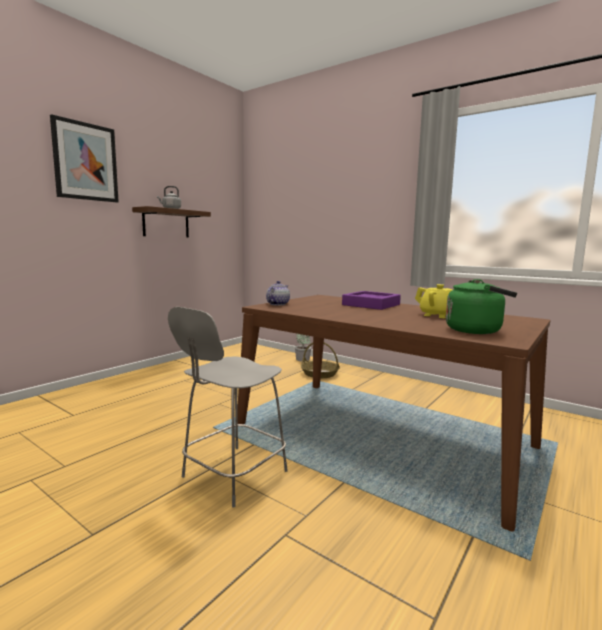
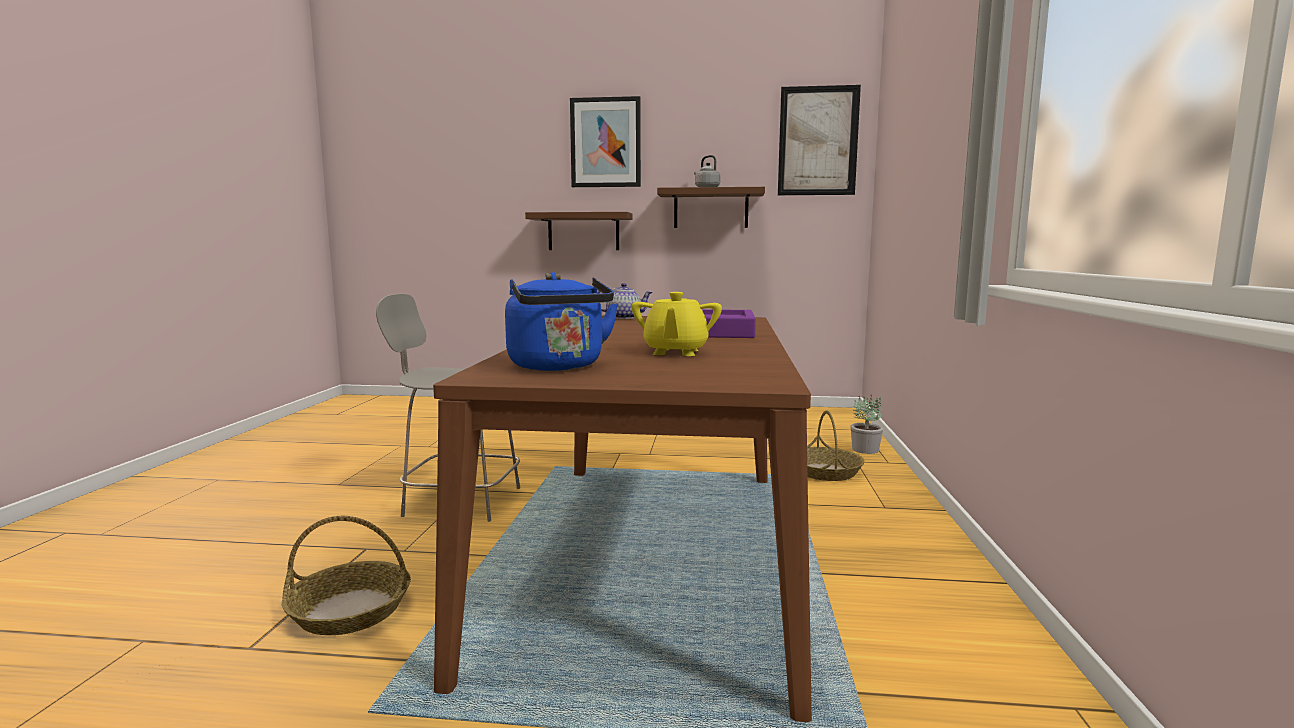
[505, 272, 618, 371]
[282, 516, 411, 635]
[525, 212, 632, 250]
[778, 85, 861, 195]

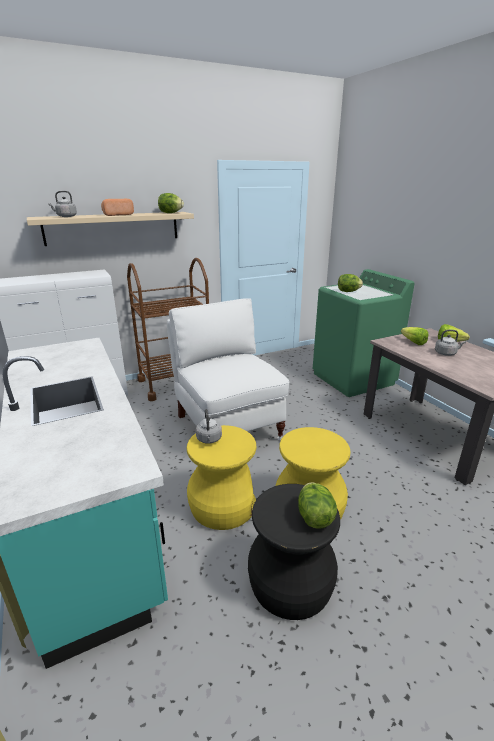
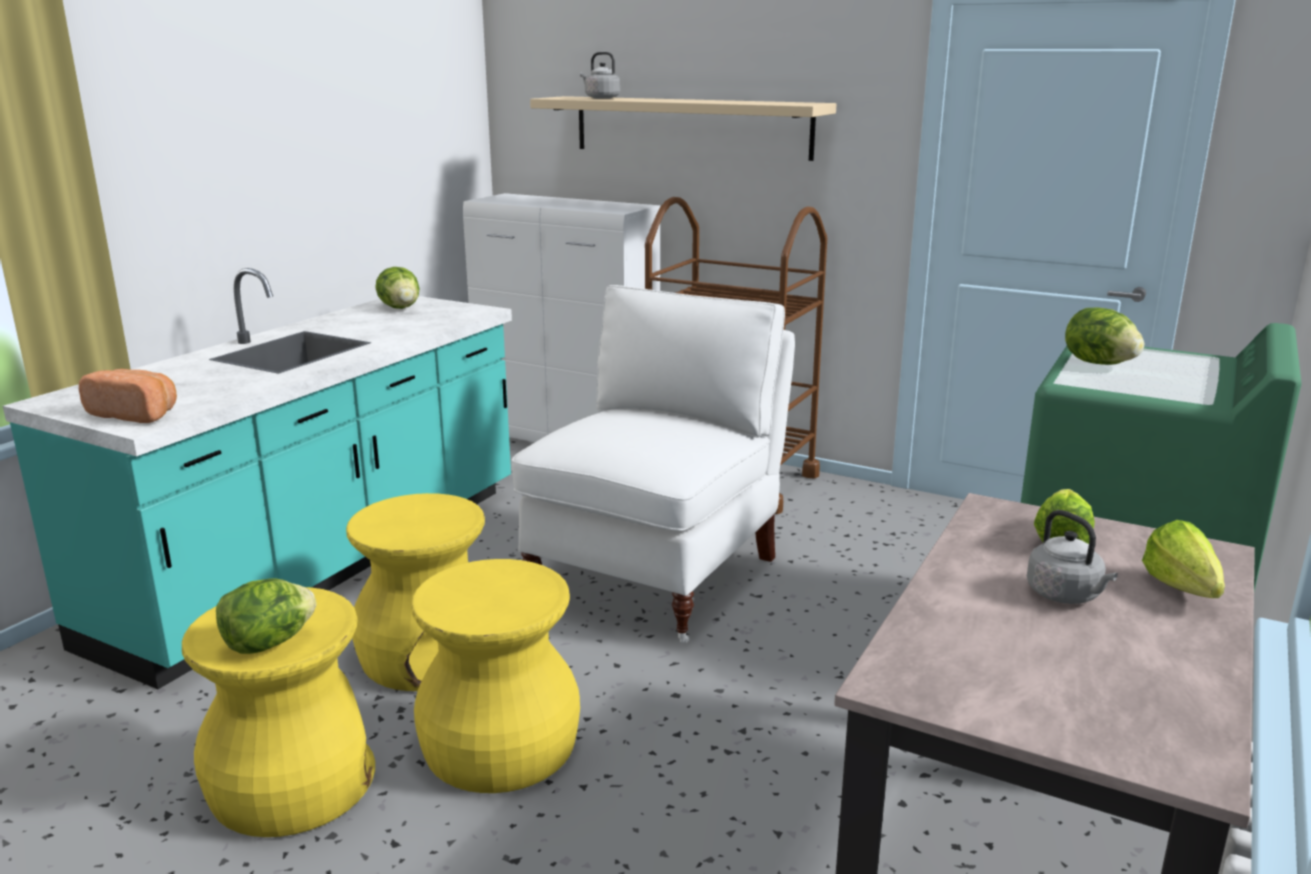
[79, 369, 177, 423]
[375, 267, 419, 309]
[196, 409, 222, 444] (first image)
[182, 587, 375, 837]

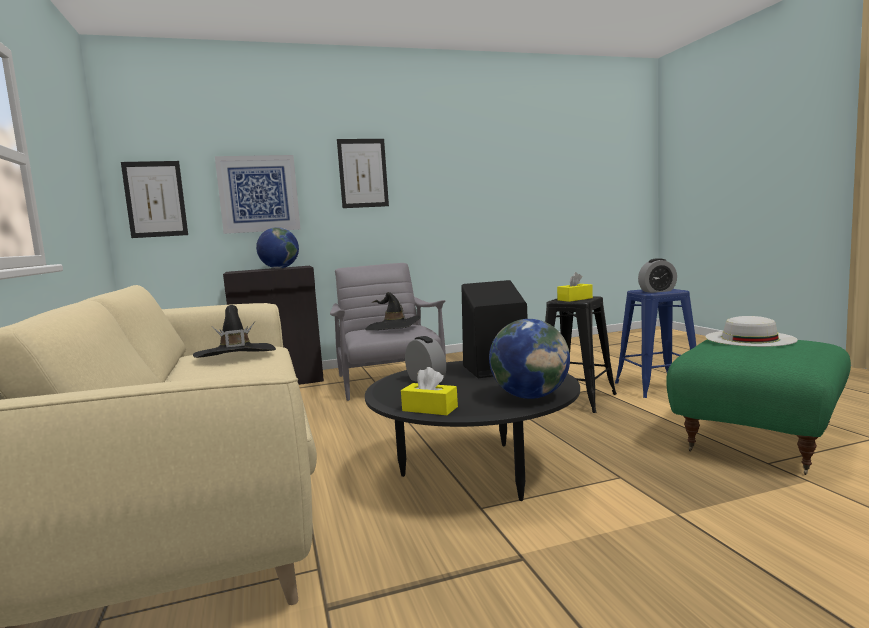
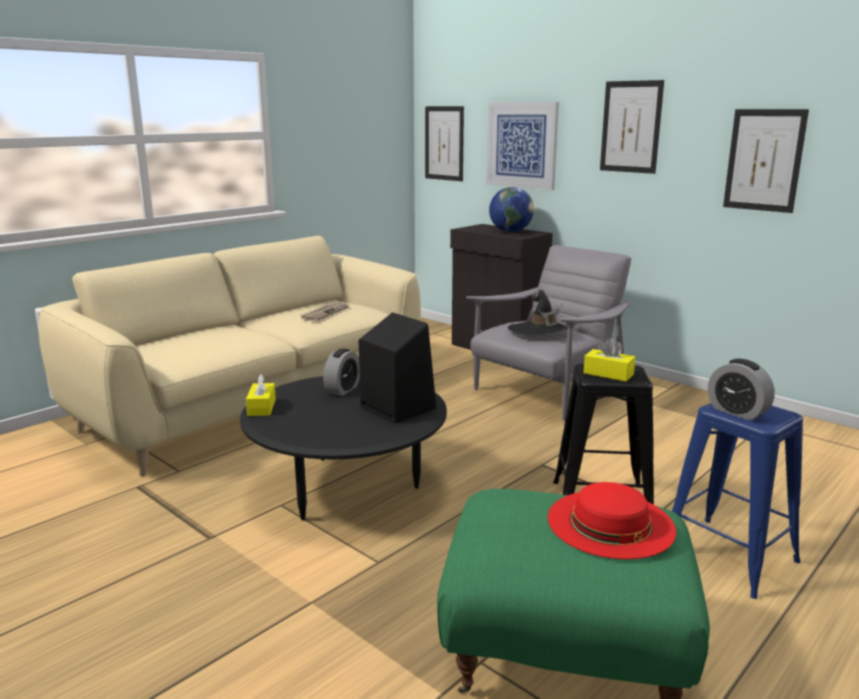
[300, 300, 349, 322]
[489, 319, 570, 399] (first image)
[548, 482, 676, 559]
[723, 109, 809, 213]

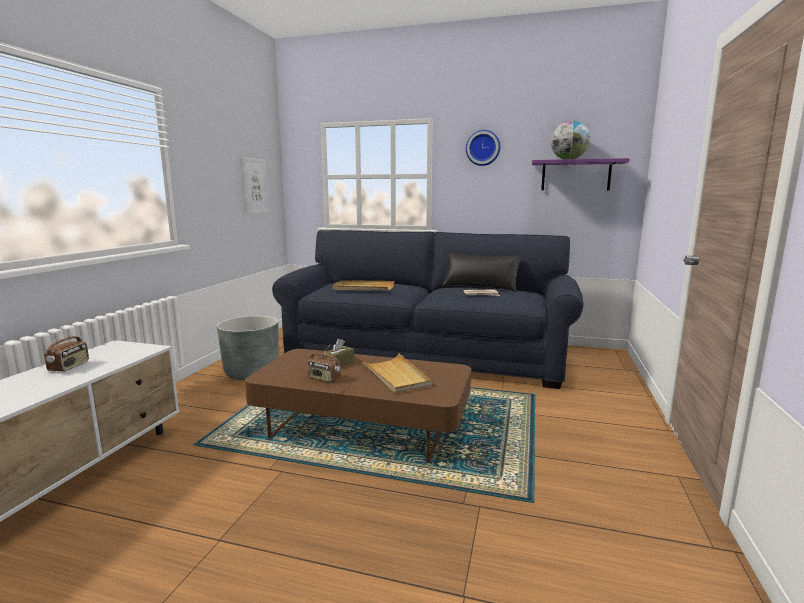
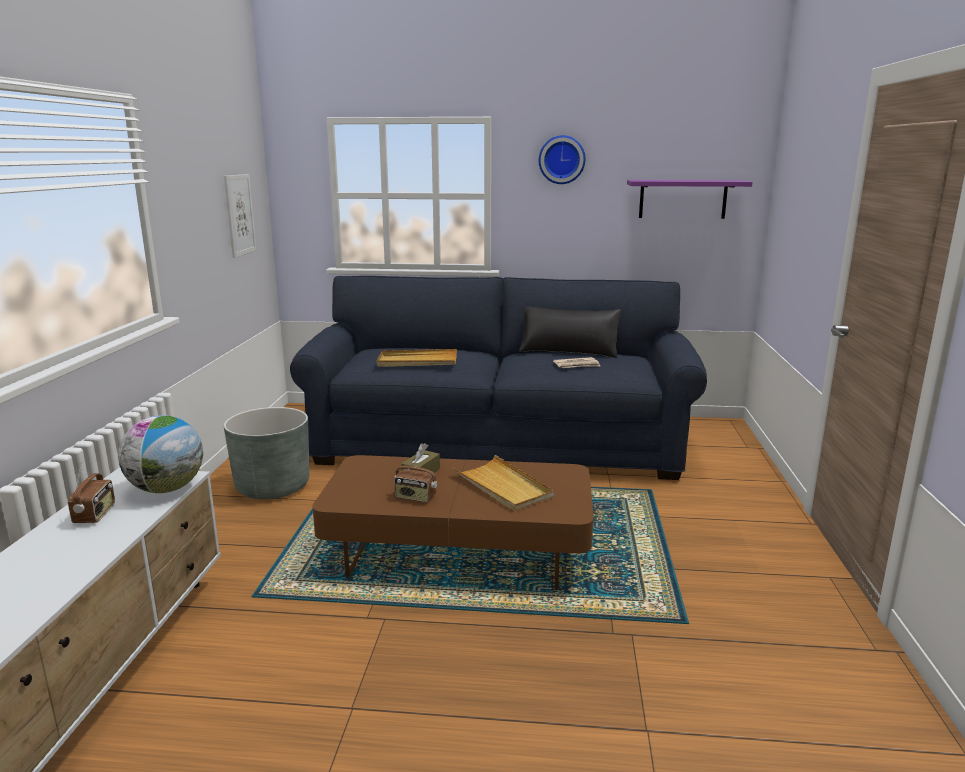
[118, 415, 203, 493]

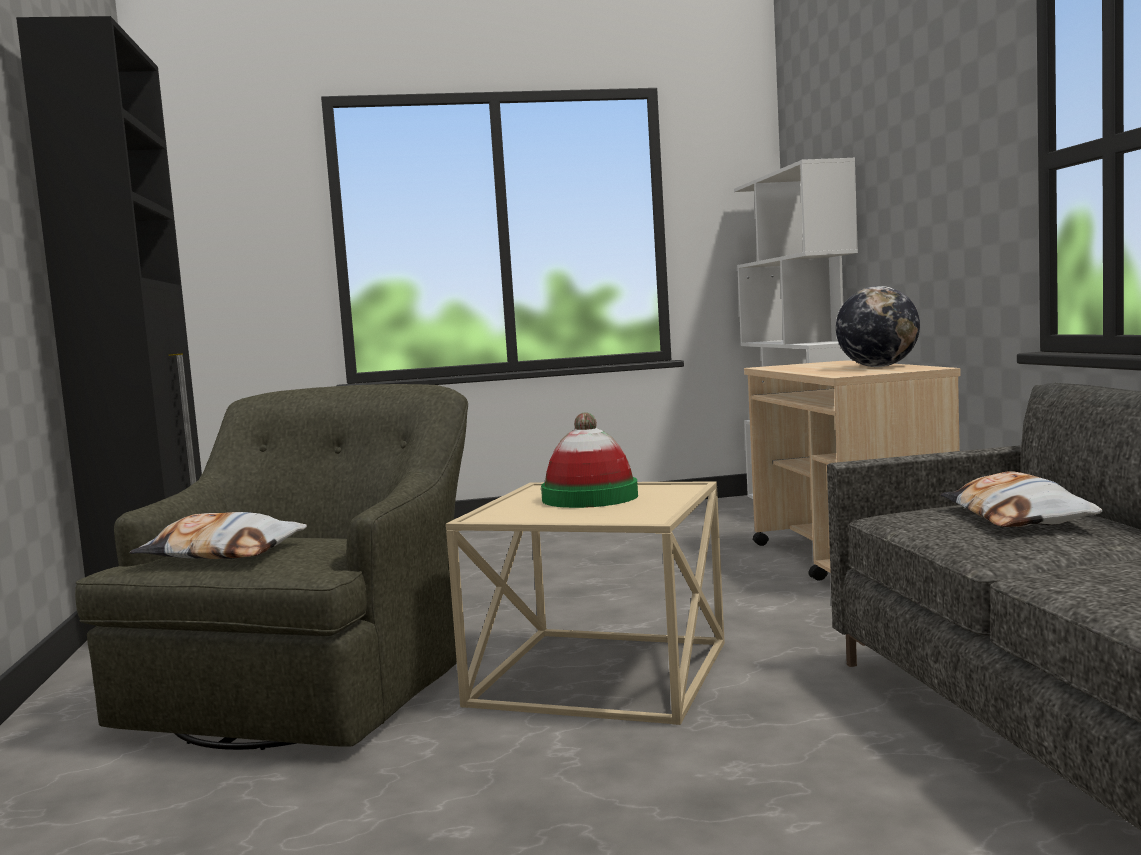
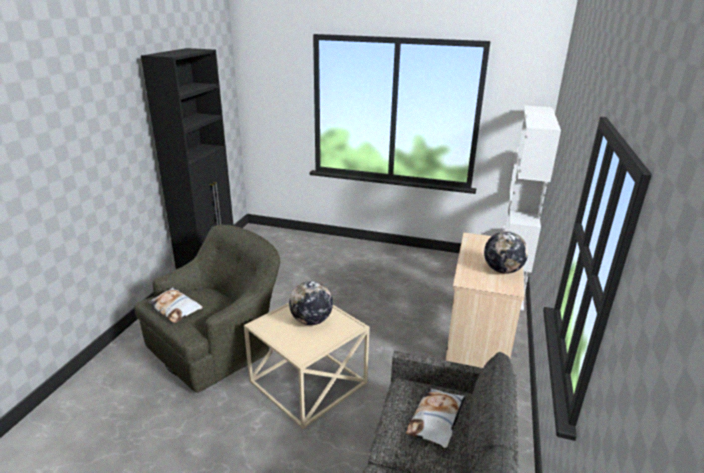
[289, 281, 333, 325]

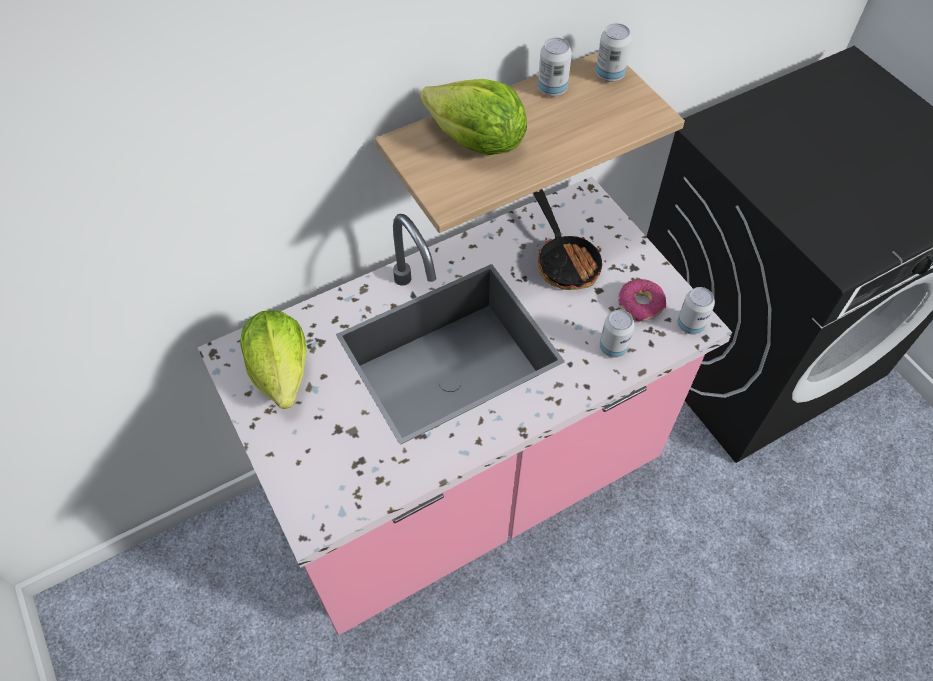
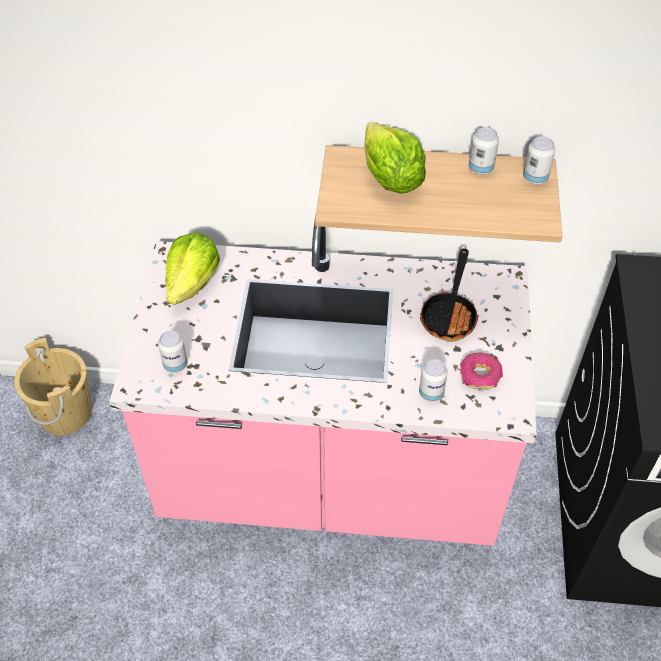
[158, 331, 188, 373]
[14, 338, 92, 435]

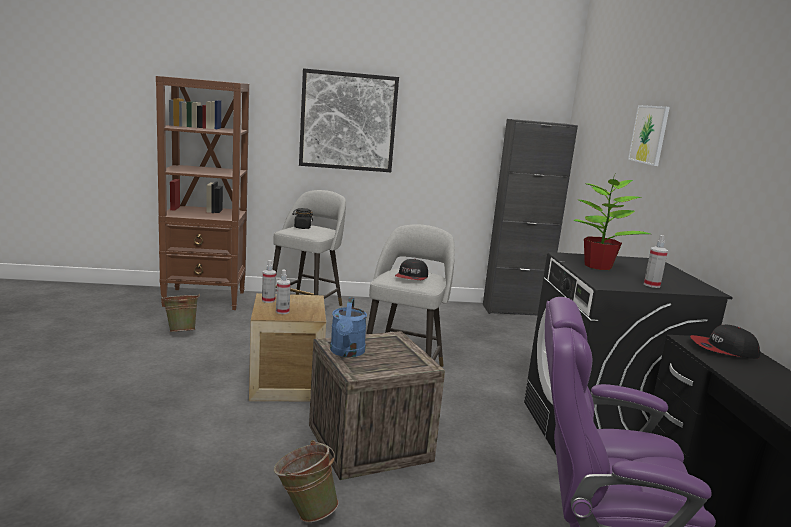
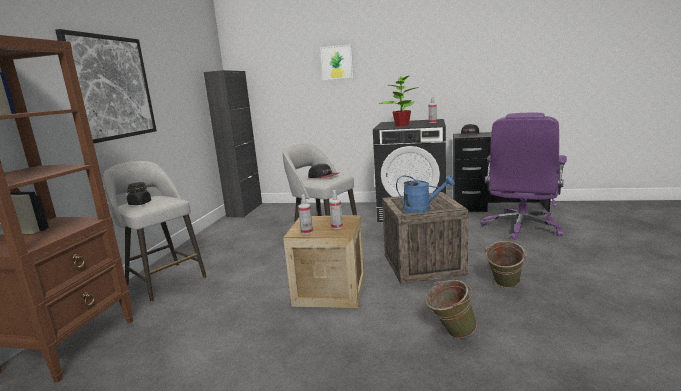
[426, 280, 477, 338]

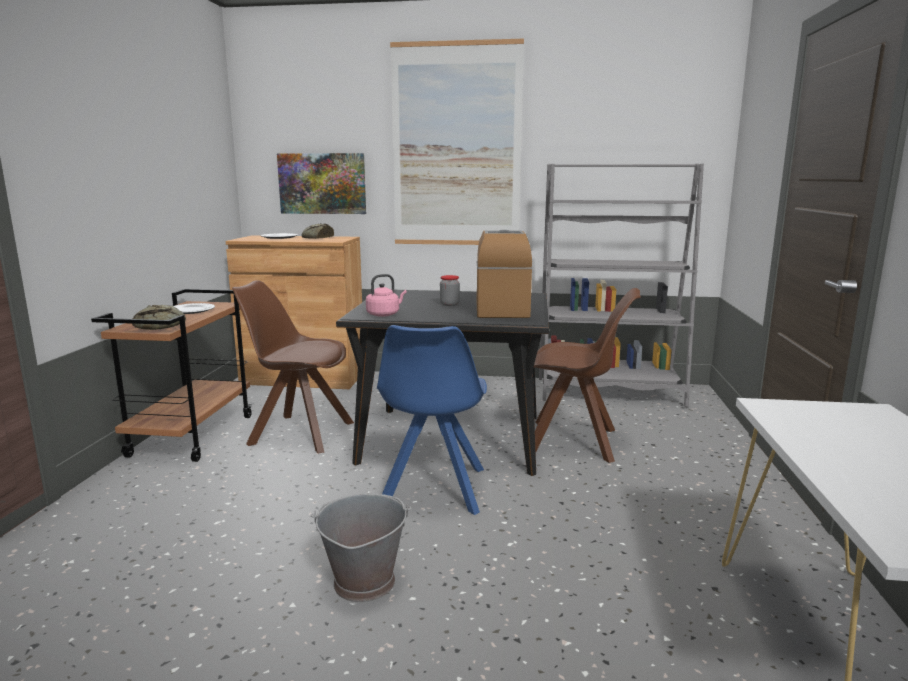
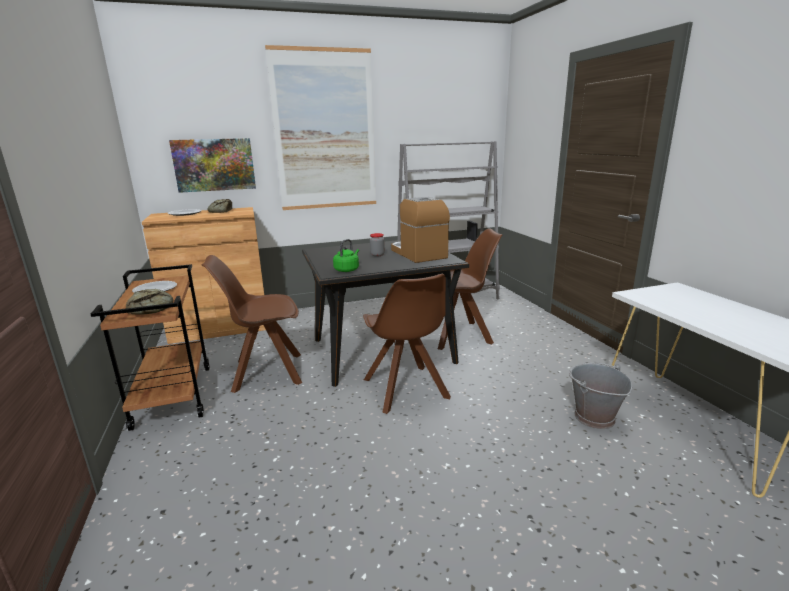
[569, 363, 632, 429]
[333, 239, 359, 272]
[363, 274, 451, 414]

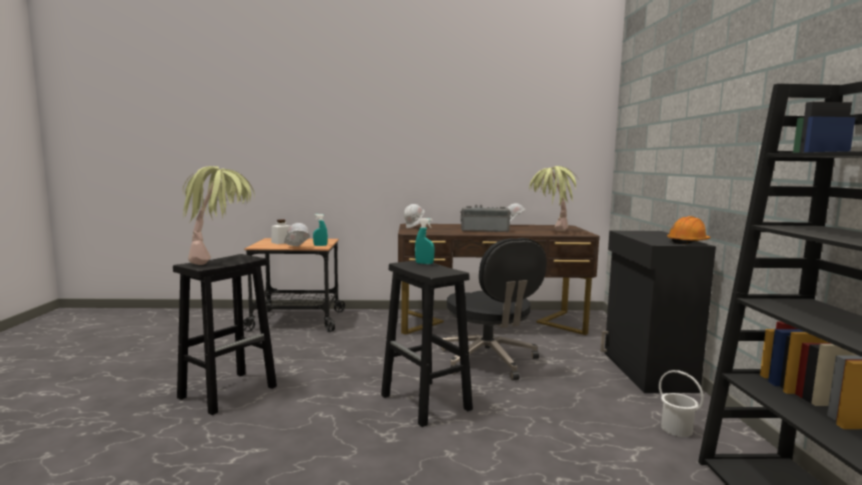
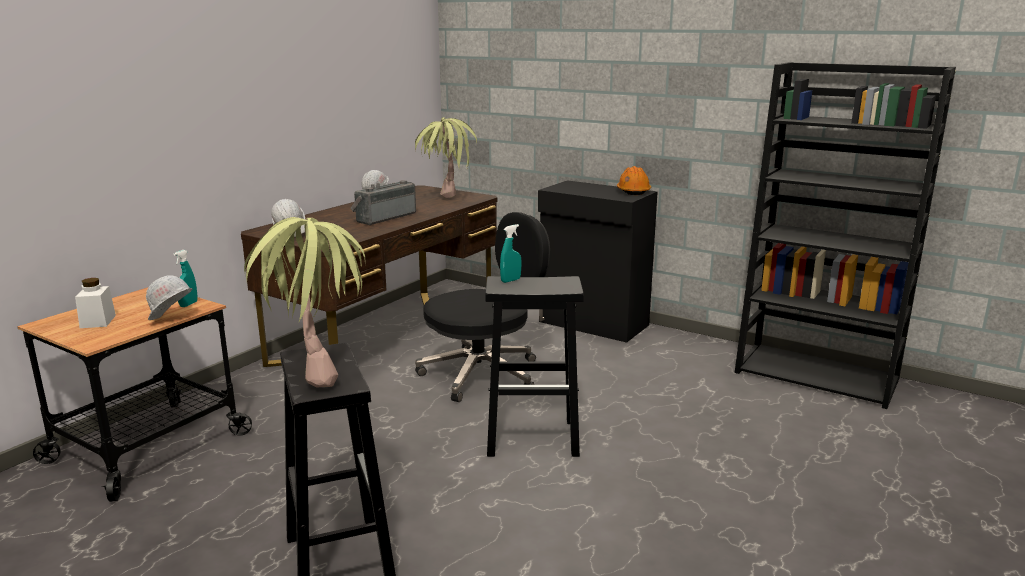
[415, 212, 550, 402]
[659, 370, 704, 437] (first image)

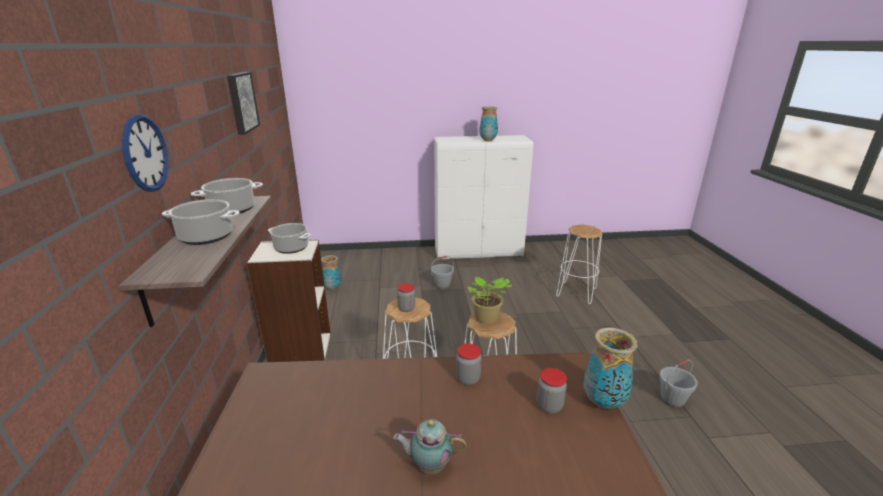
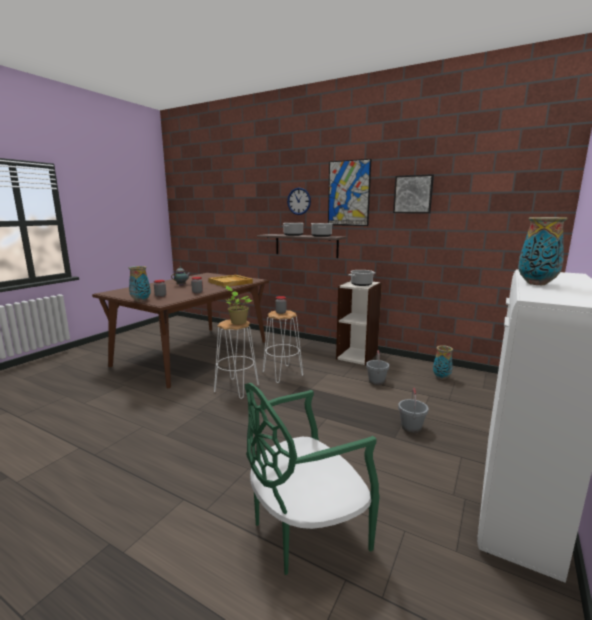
[244, 383, 380, 575]
[366, 350, 389, 385]
[208, 275, 253, 287]
[328, 159, 371, 226]

